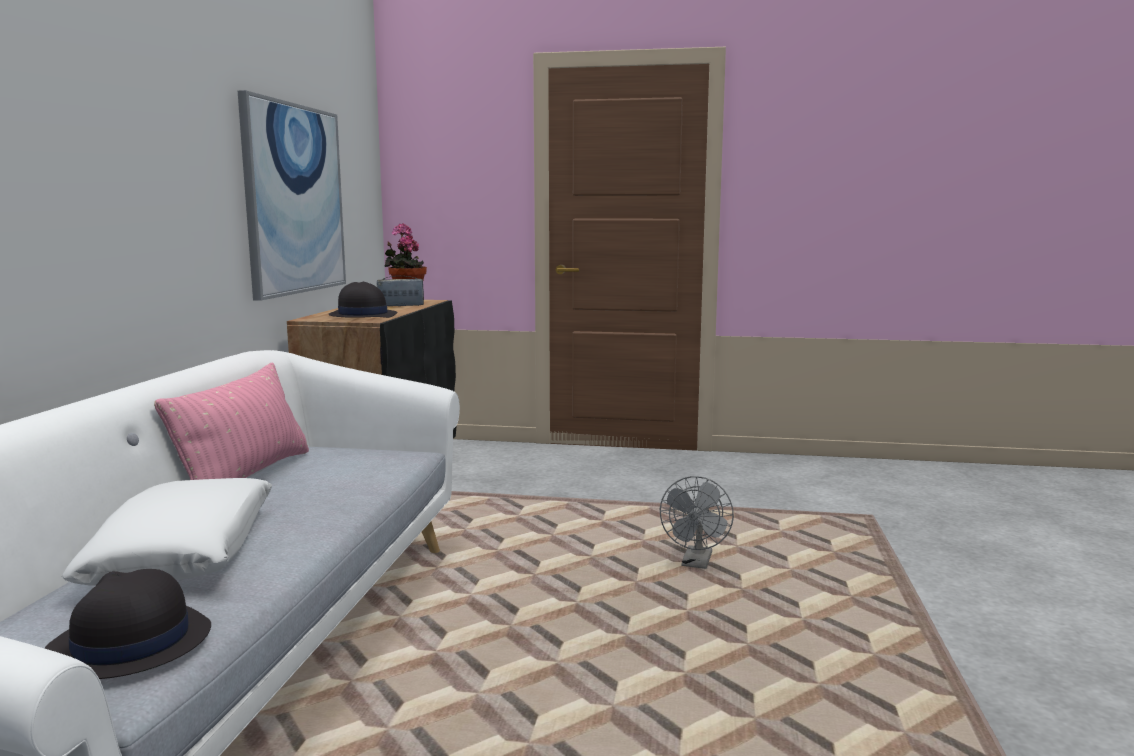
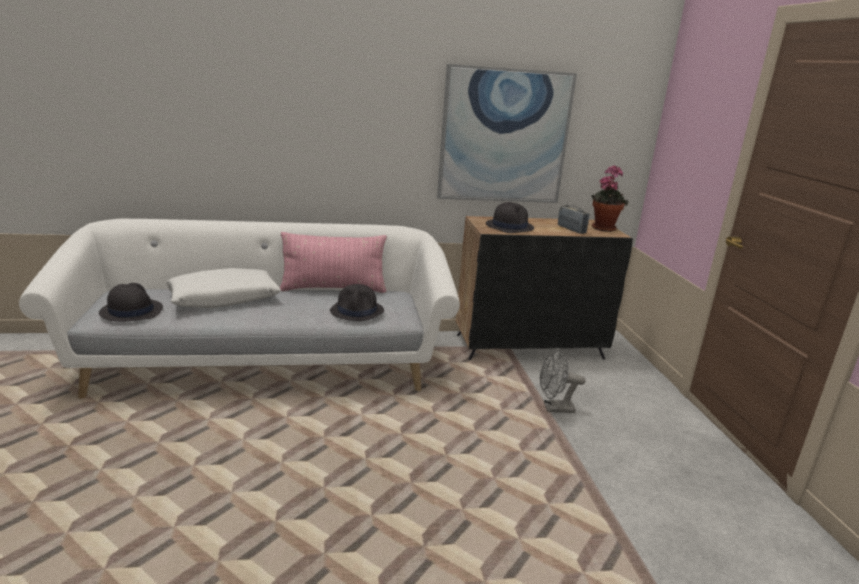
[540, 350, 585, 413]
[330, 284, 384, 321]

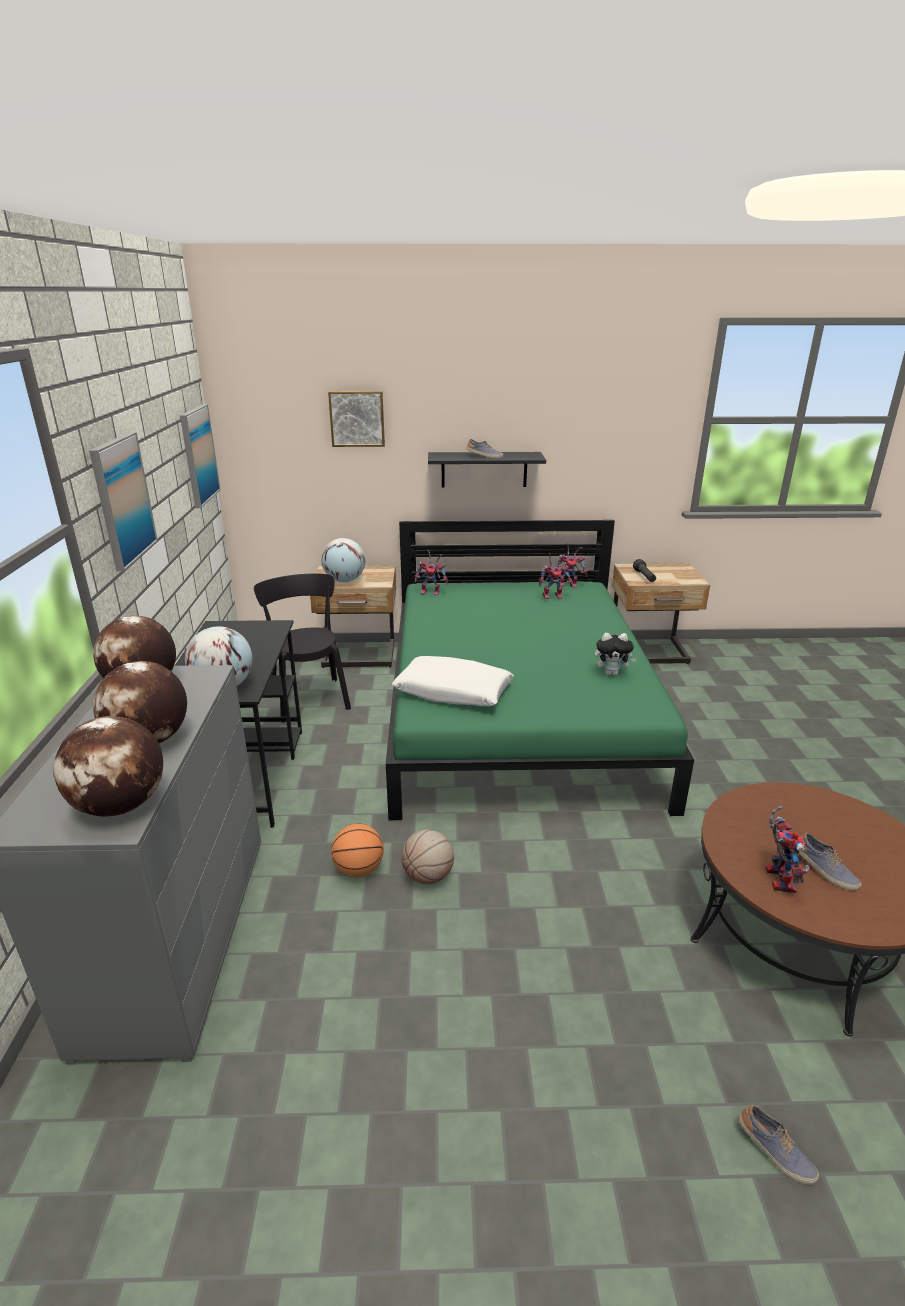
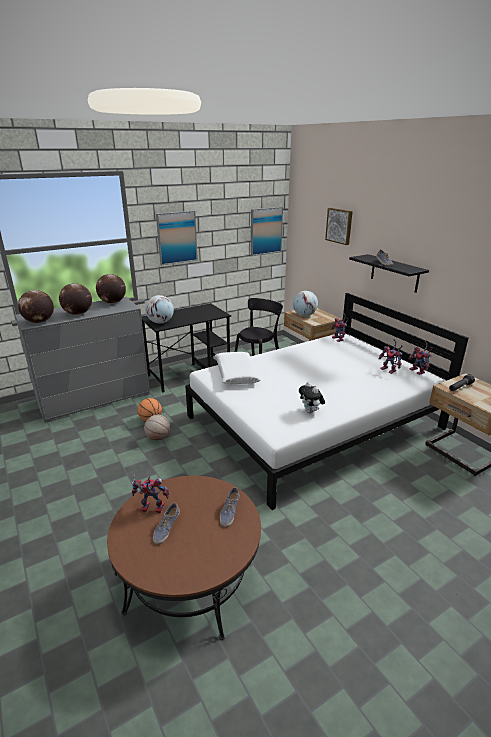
[185, 293, 469, 510]
[220, 487, 240, 527]
[131, 475, 170, 513]

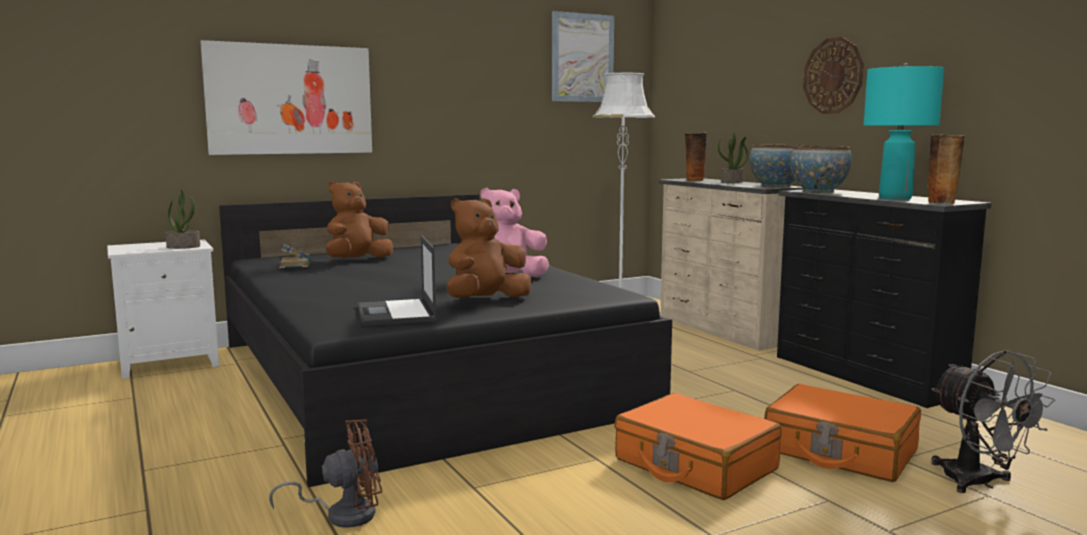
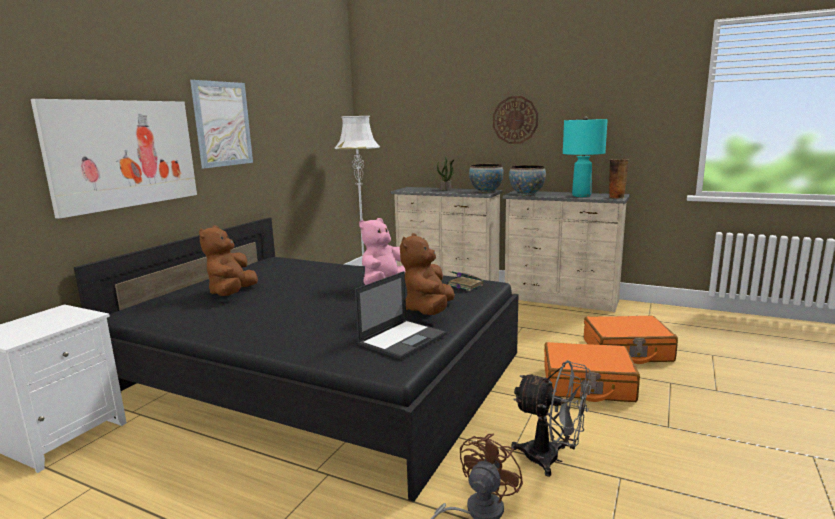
[166, 190, 200, 249] (first image)
[448, 270, 484, 291]
[355, 271, 447, 360]
[190, 80, 253, 169]
[684, 132, 707, 181] (first image)
[503, 191, 630, 312]
[511, 360, 591, 477]

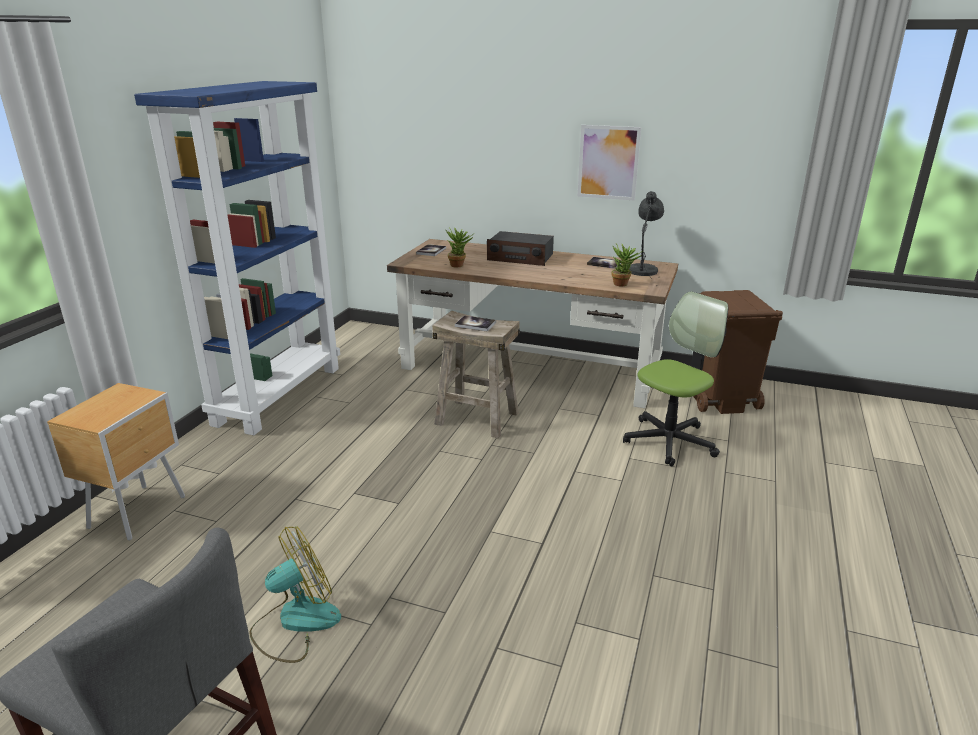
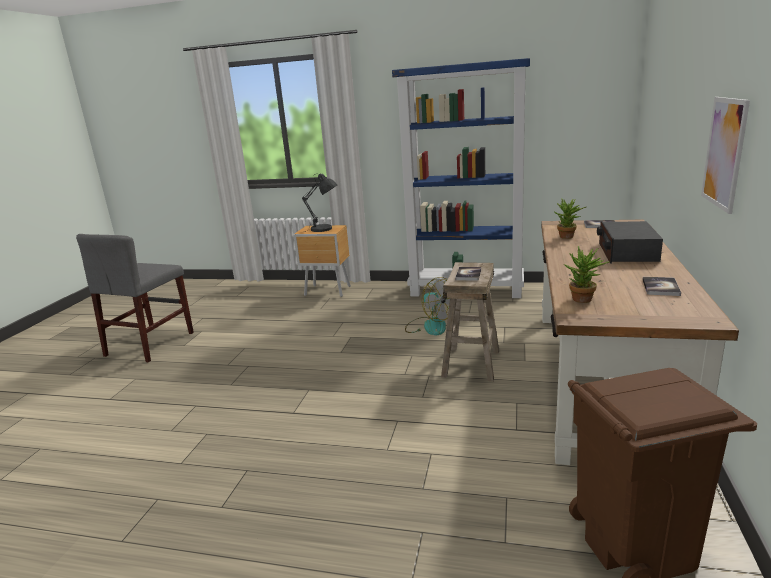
[405, 277, 450, 335]
[623, 291, 728, 467] (first image)
[302, 173, 337, 232]

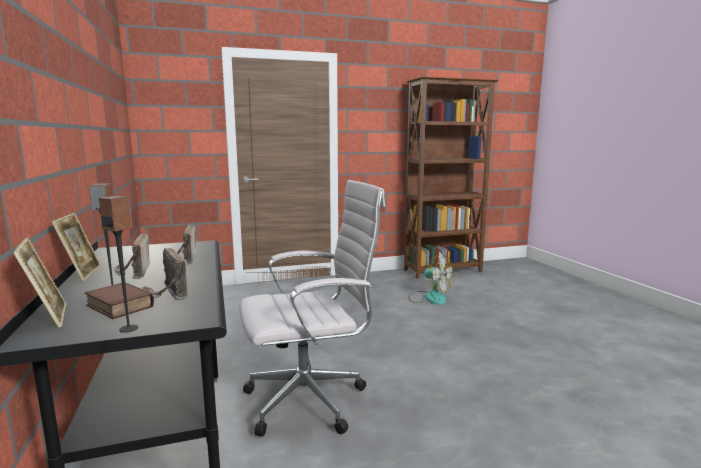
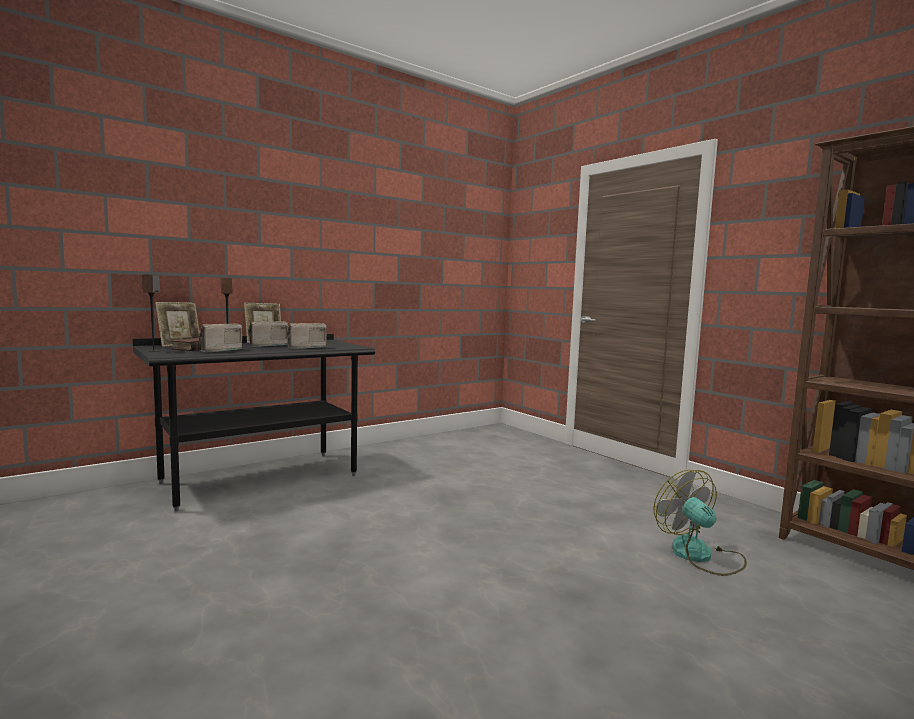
[239, 180, 385, 436] (first image)
[654, 470, 747, 576]

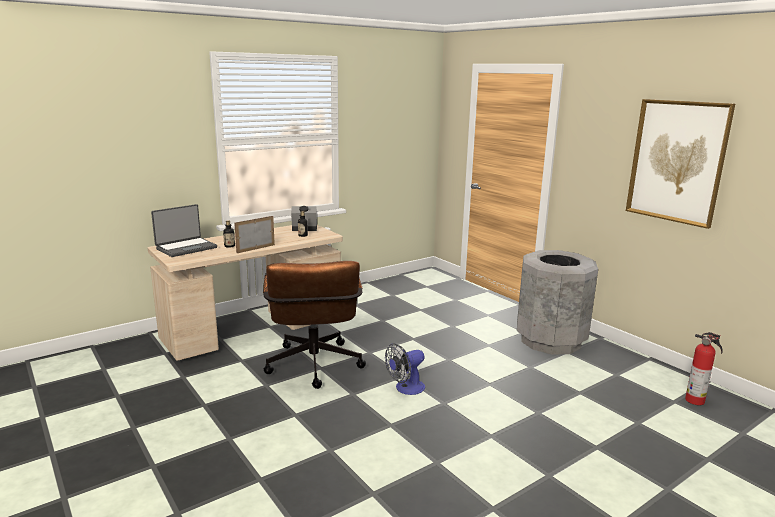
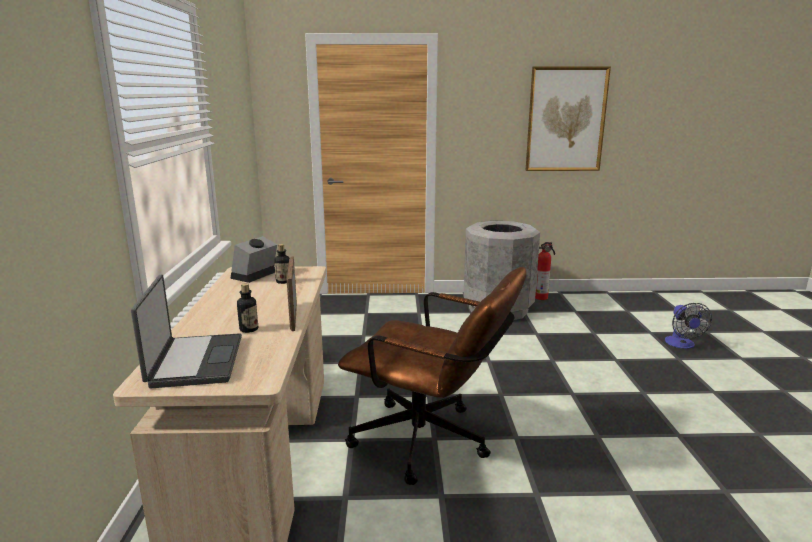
[665, 303, 712, 349]
[535, 242, 555, 300]

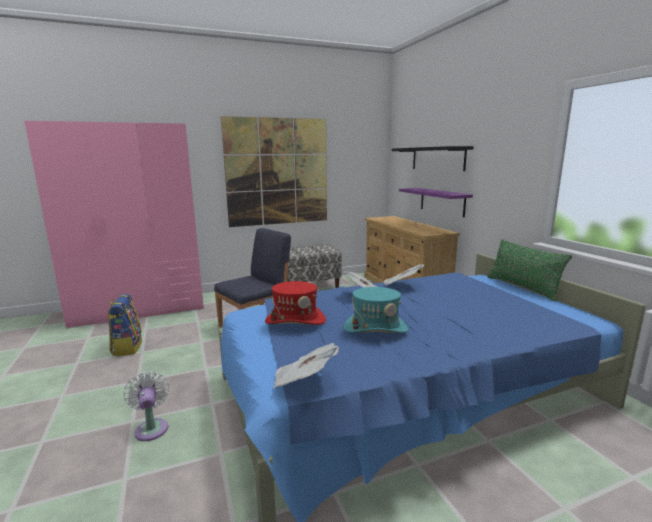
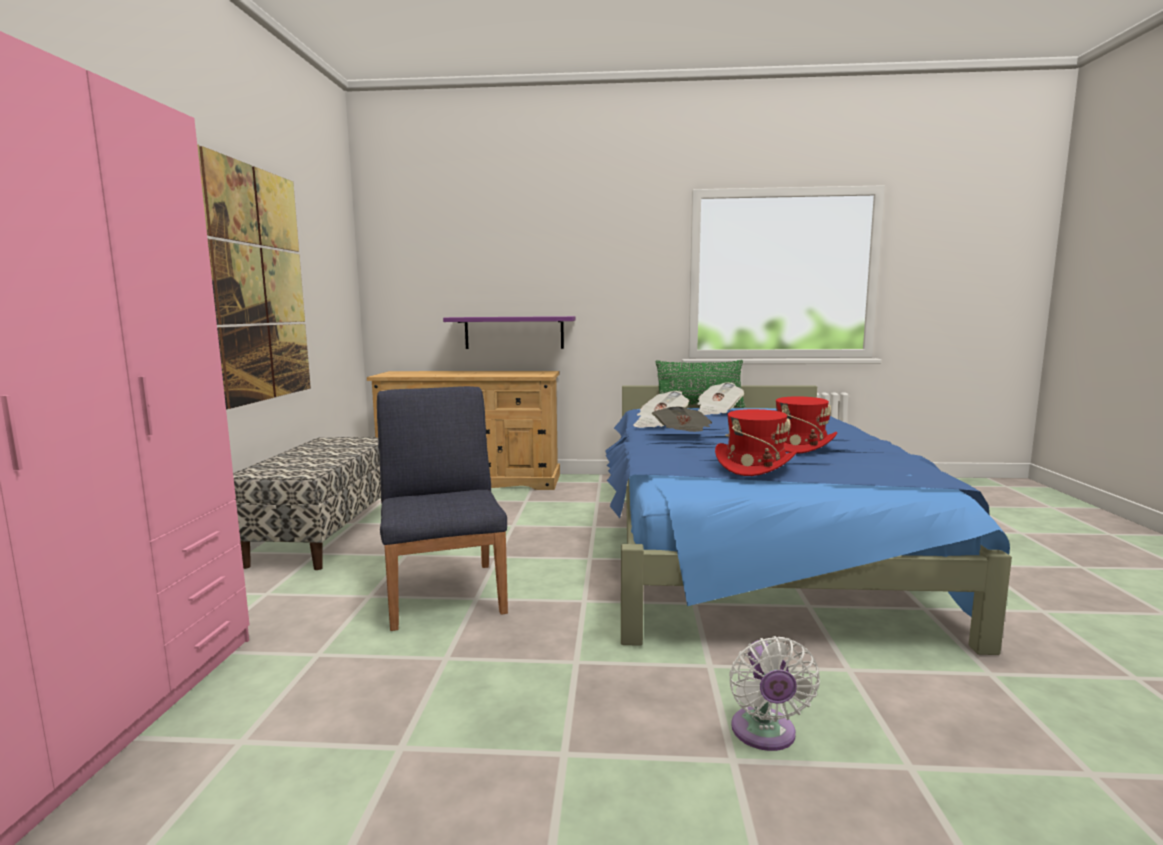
[108, 294, 142, 356] (first image)
[729, 636, 820, 751]
[697, 382, 744, 415]
[776, 396, 837, 453]
[392, 146, 474, 171] (first image)

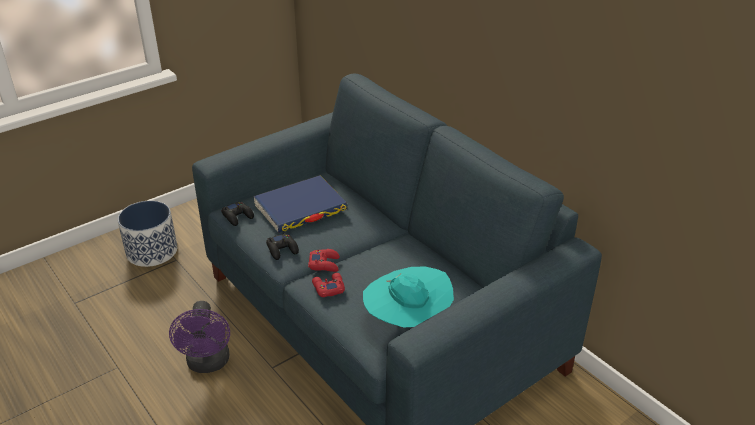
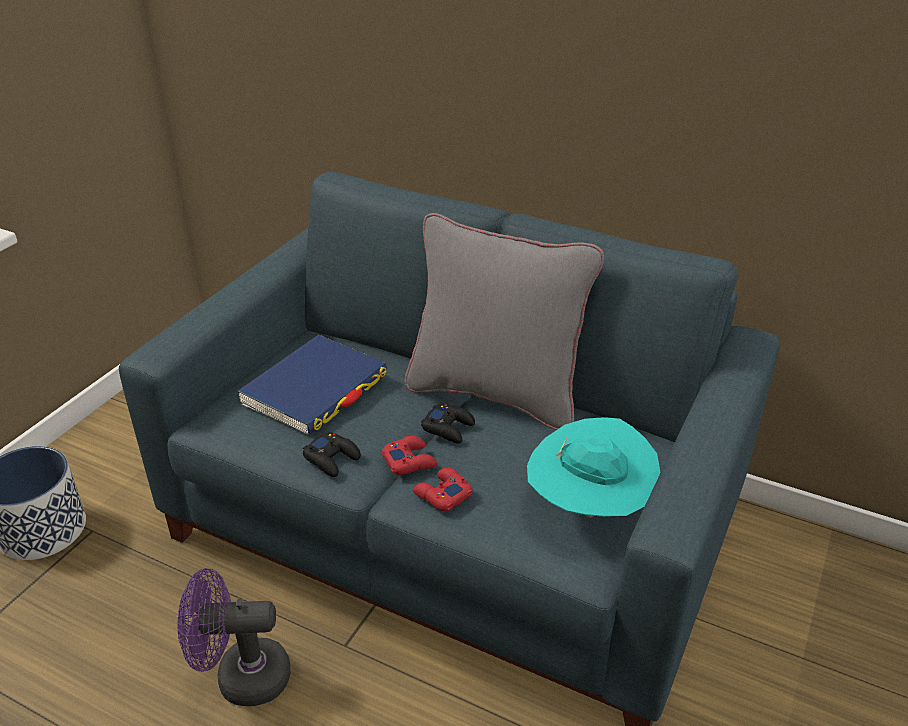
[178, 568, 290, 706]
[421, 404, 475, 443]
[404, 213, 604, 430]

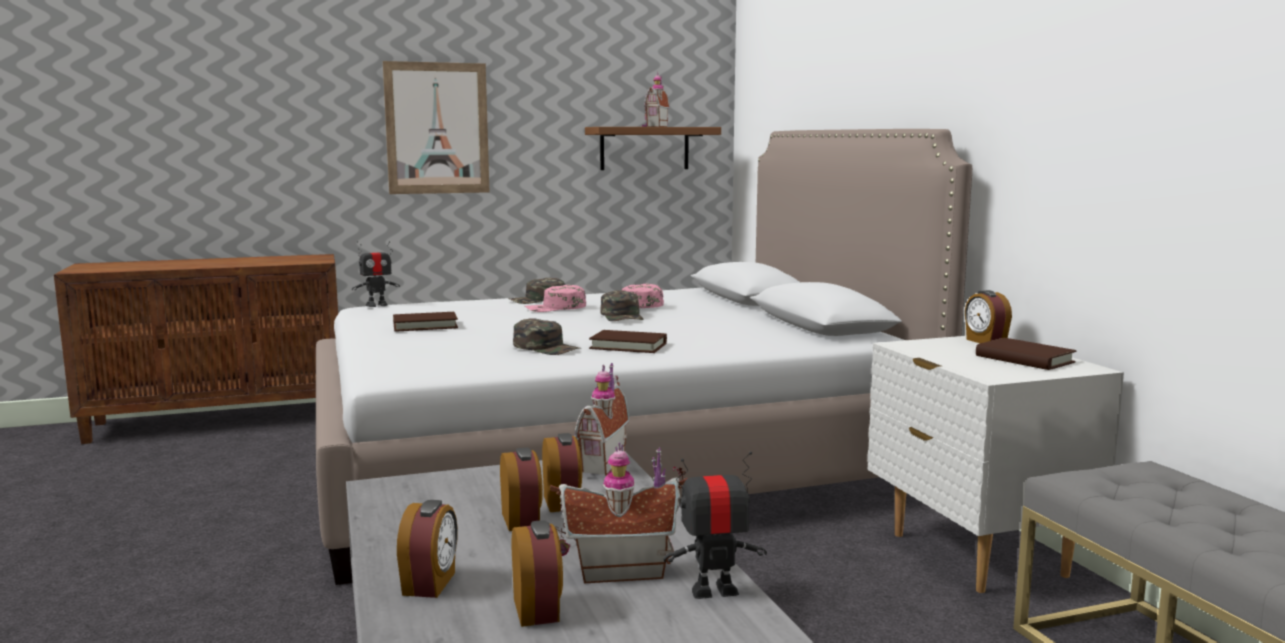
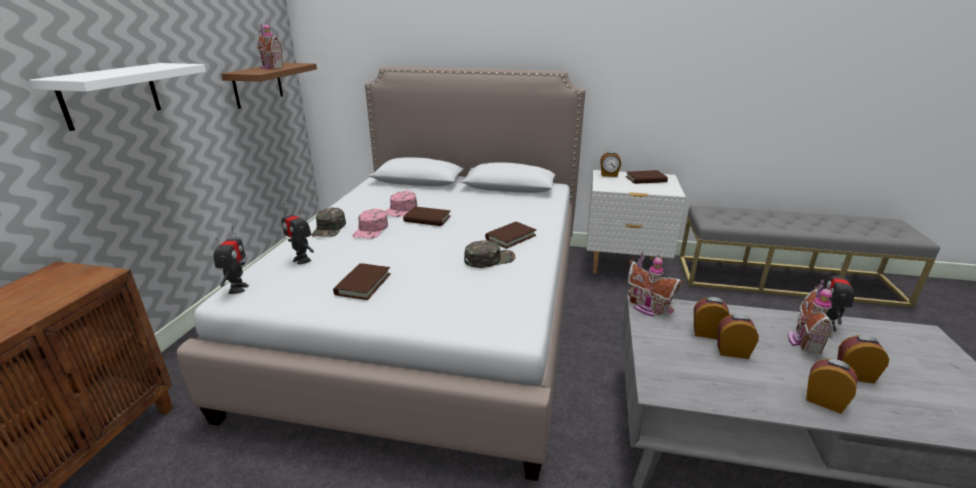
[29, 63, 206, 131]
[403, 206, 451, 226]
[282, 204, 314, 264]

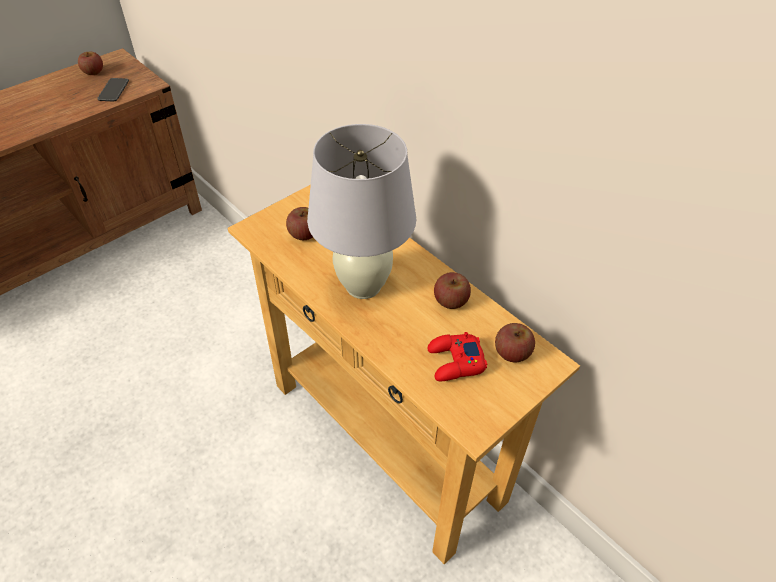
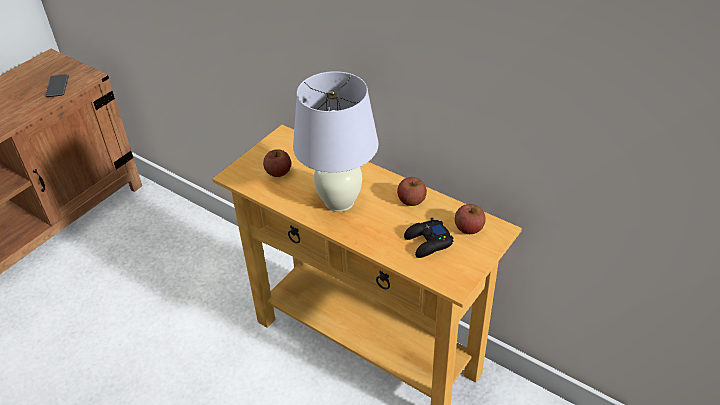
[78, 52, 103, 75] (first image)
[404, 218, 454, 258]

